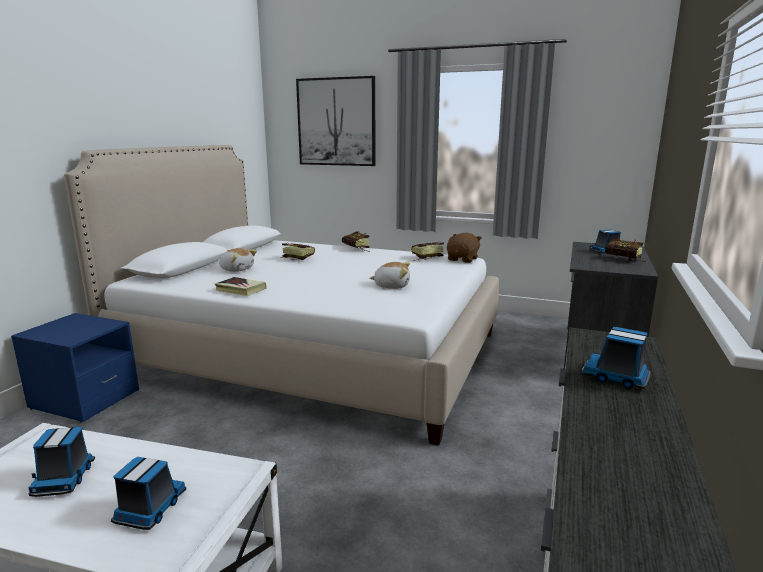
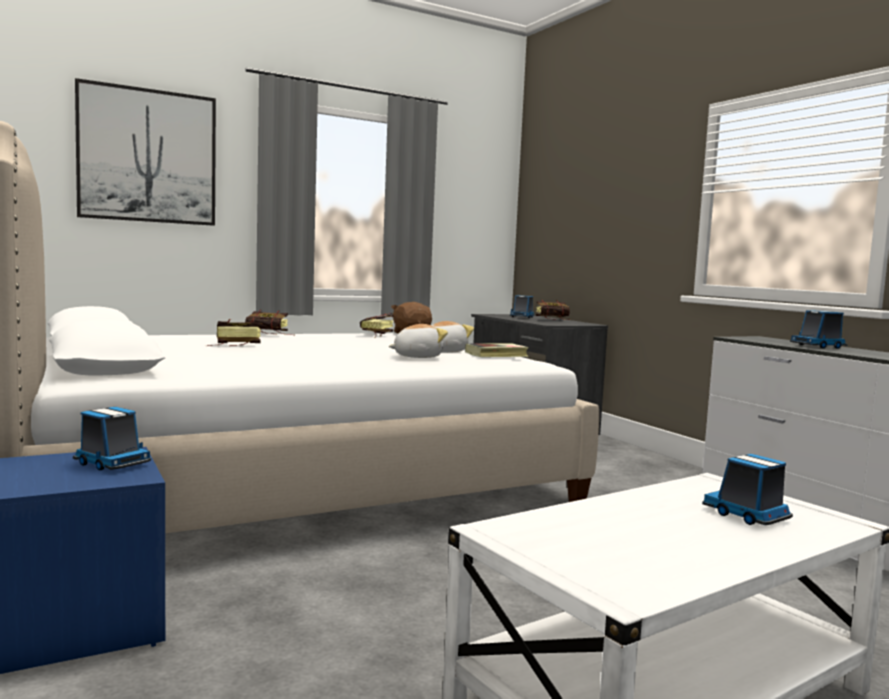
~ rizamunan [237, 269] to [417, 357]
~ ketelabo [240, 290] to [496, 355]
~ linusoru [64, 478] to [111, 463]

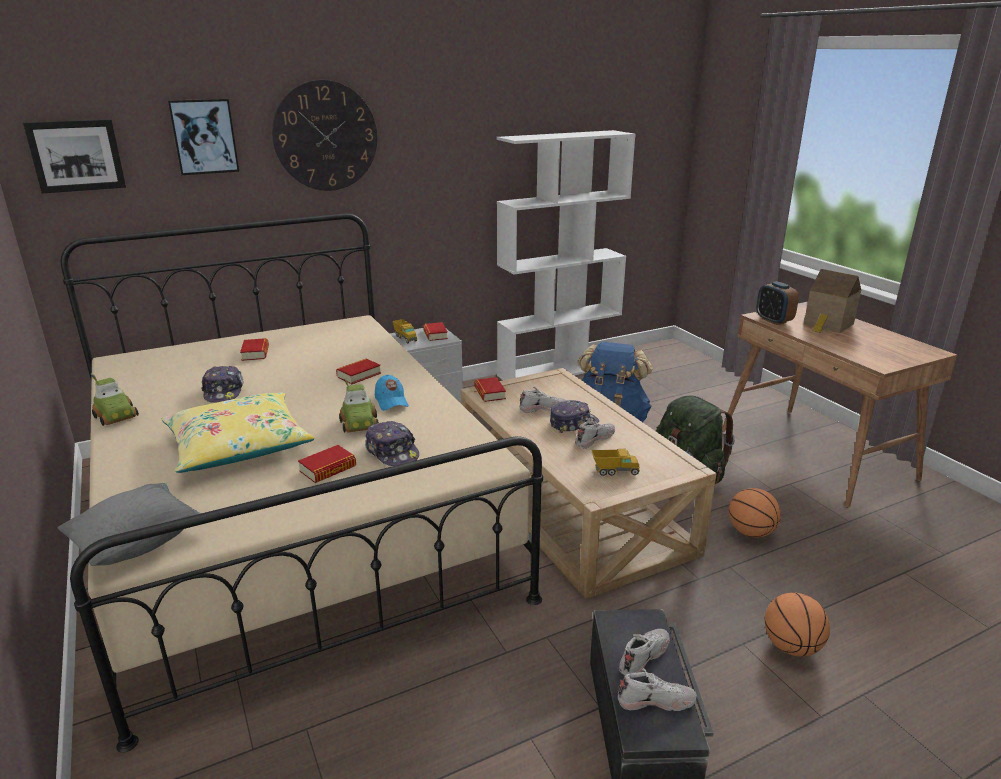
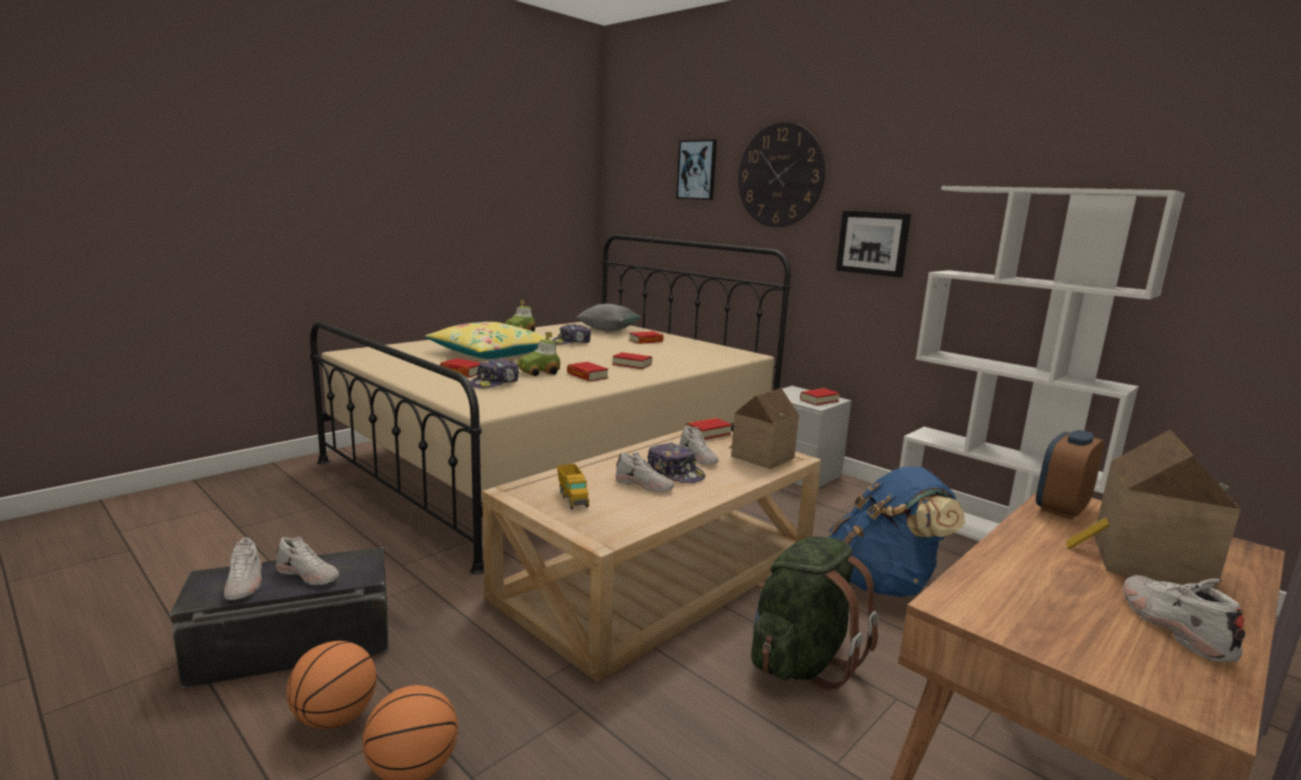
~ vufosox [76, 155] to [873, 243]
- linusoru [405, 338]
~ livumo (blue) [391, 401] to ketelabo [587, 376]
~ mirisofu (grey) [137, 544] to [608, 330]
~ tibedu [750, 532] to [335, 718]
+ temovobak [759, 456]
+ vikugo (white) [1172, 626]

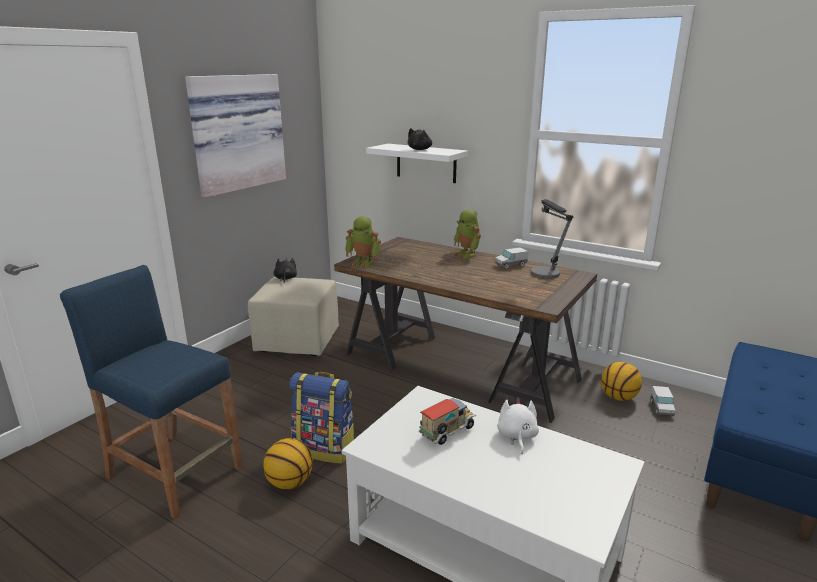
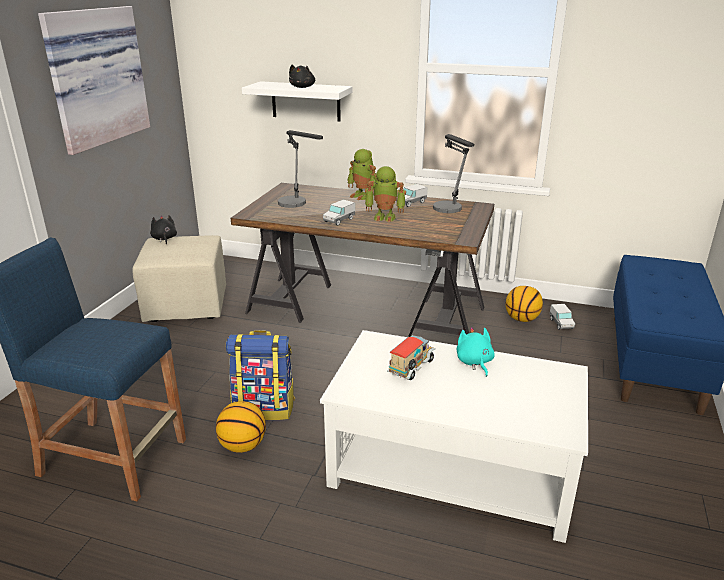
~ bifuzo [363, 263] to [385, 217]
~ rizamunan (white) [517, 436] to rizamunan (turquoise) [474, 362]
+ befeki [297, 205]
+ linusoru [339, 220]

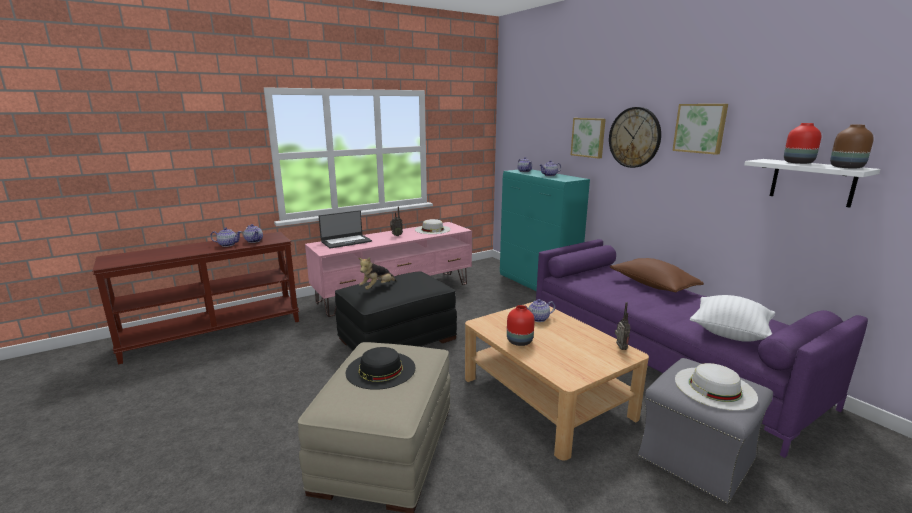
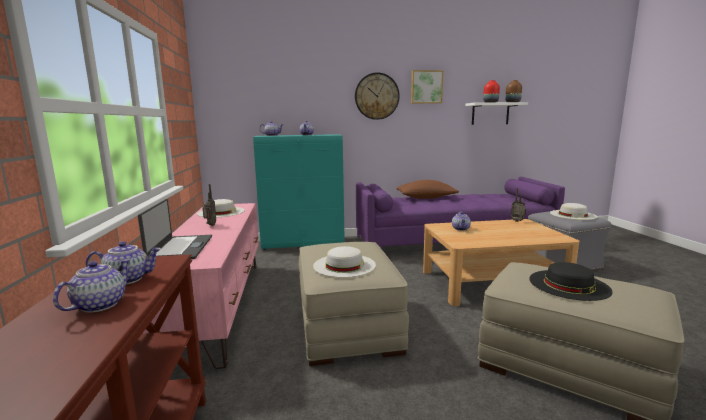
- vufosox [588, 137]
~ rizamunan [377, 288] to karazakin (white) [344, 265]
~ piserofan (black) [397, 338] to piserofan (beige) [347, 324]
- mirisofu (white) [729, 333]
- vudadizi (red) [519, 341]

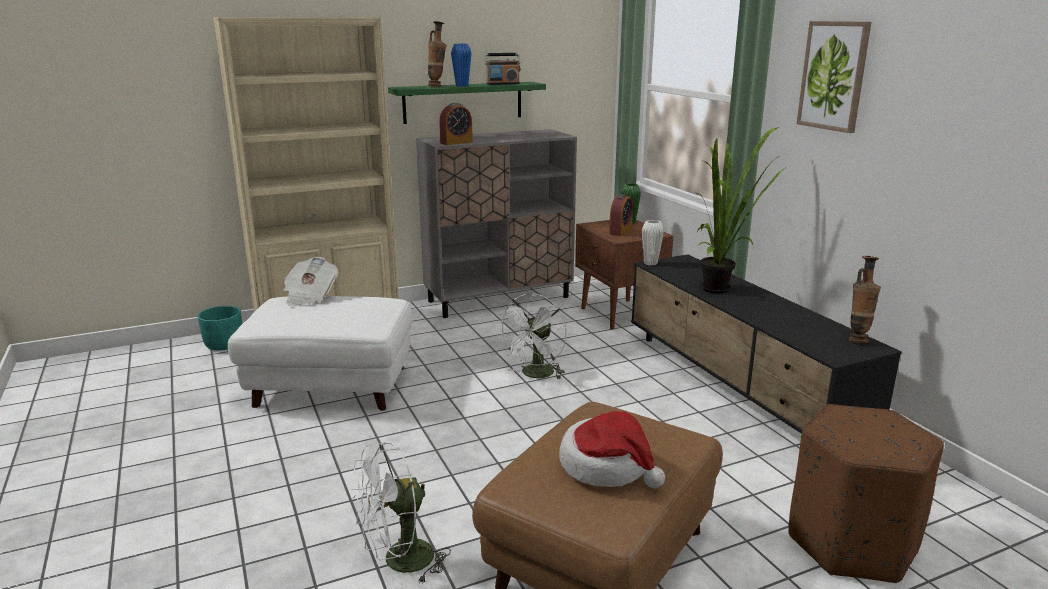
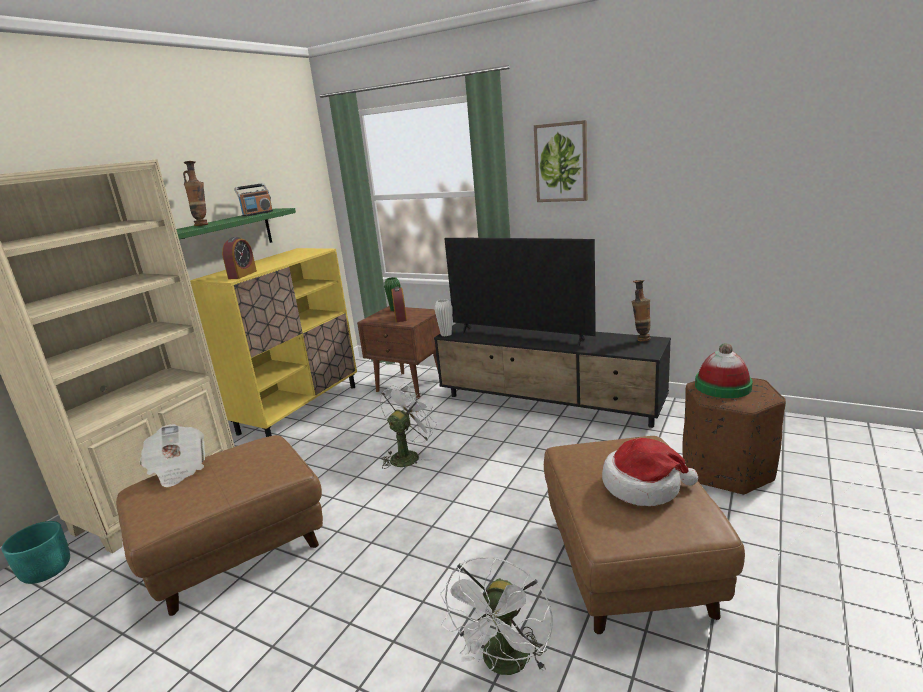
- vudadizi (blue) [462, 86]
~ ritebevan [722, 289] to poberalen [520, 336]
~ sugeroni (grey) [499, 299] to sugeroni (yellow) [300, 409]
~ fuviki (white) [535, 375] = [408, 456] 135 degrees counterclockwise
~ piserofan (white) [332, 386] to piserofan (brown) [236, 550]
+ karazakin [722, 386]

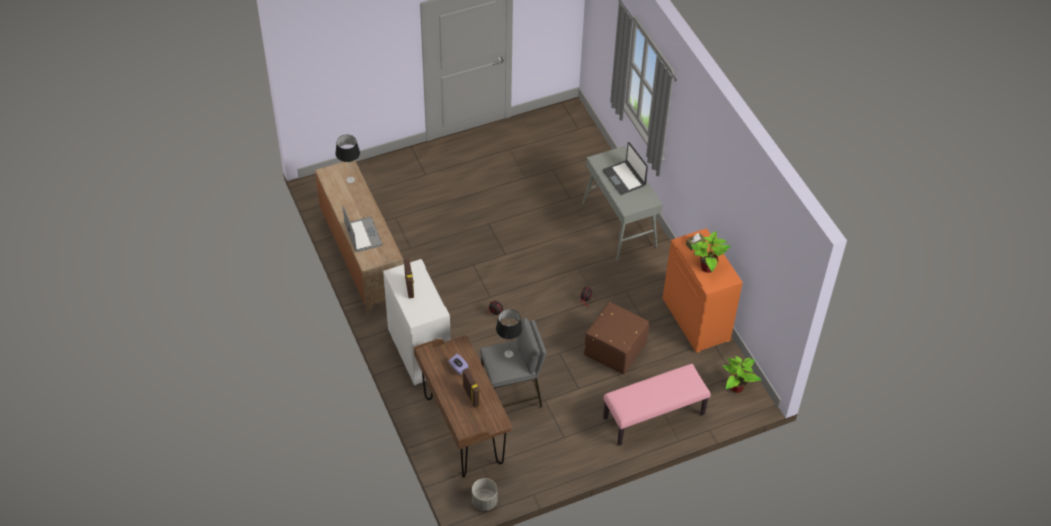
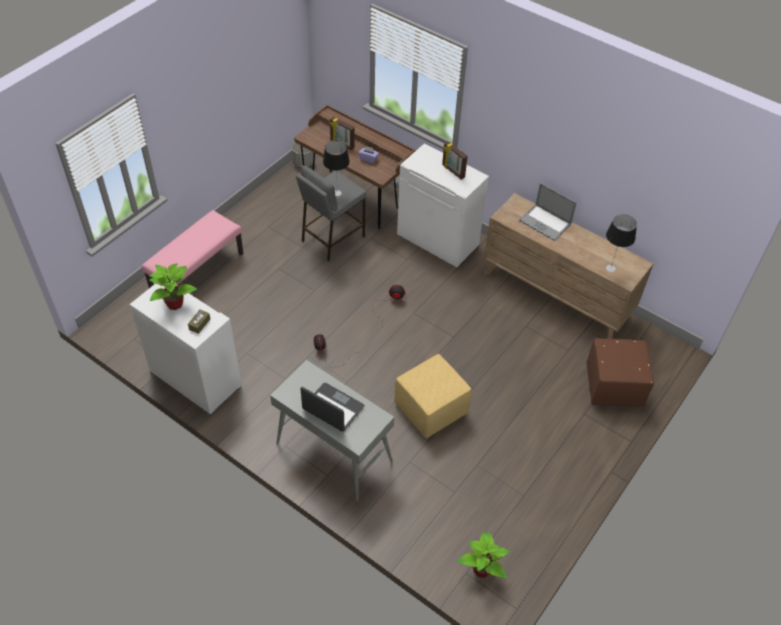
~ sugeroni (orange) [697, 320] to sugeroni (white) [194, 379]
~ piserofan (brown) [614, 350] to [614, 386]
~ ritebevan [736, 387] to [482, 569]
+ piserofan (yellow) [430, 408]

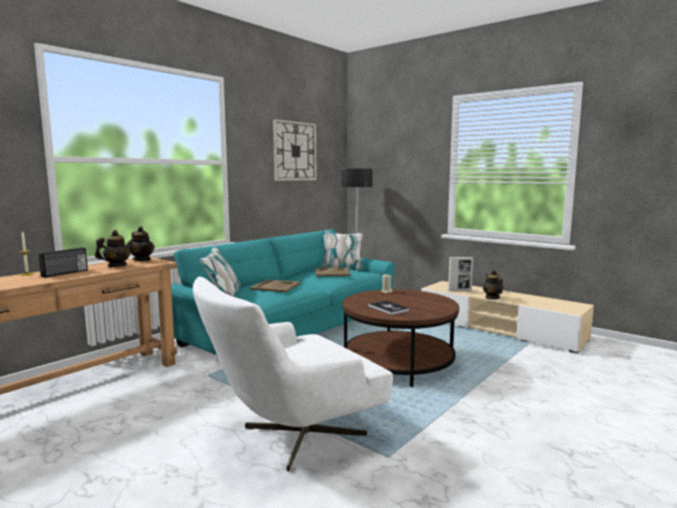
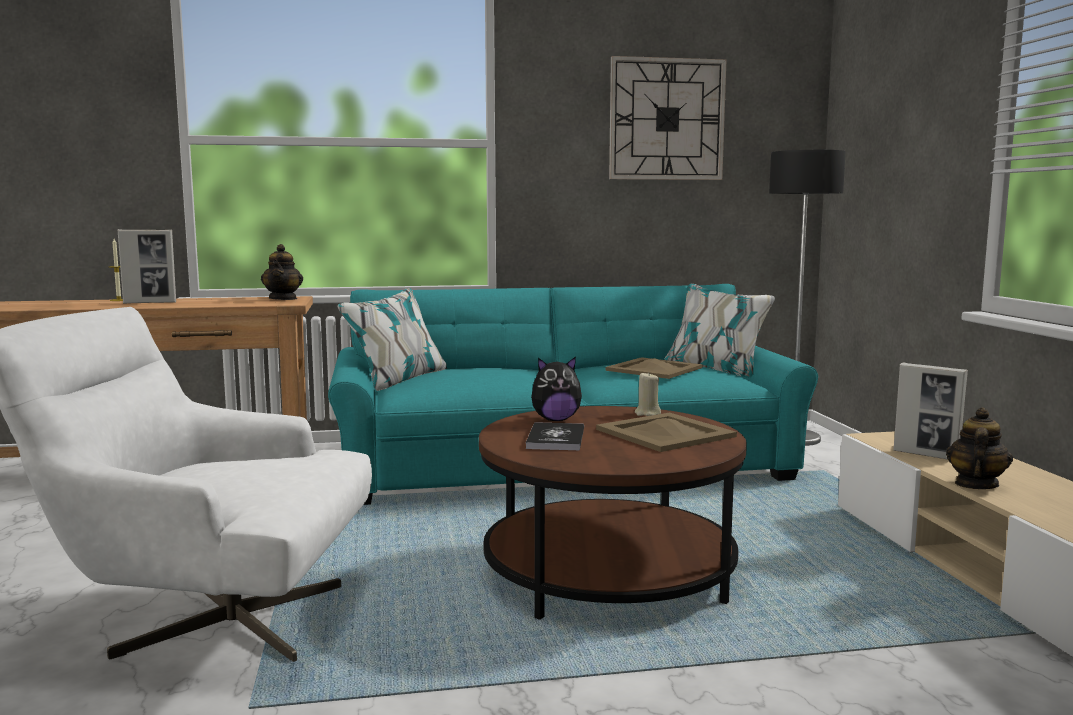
- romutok [117, 266]
~ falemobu [65, 273] to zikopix [150, 303]
~ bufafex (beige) [276, 286] to [666, 433]
+ rizamunan [555, 420]

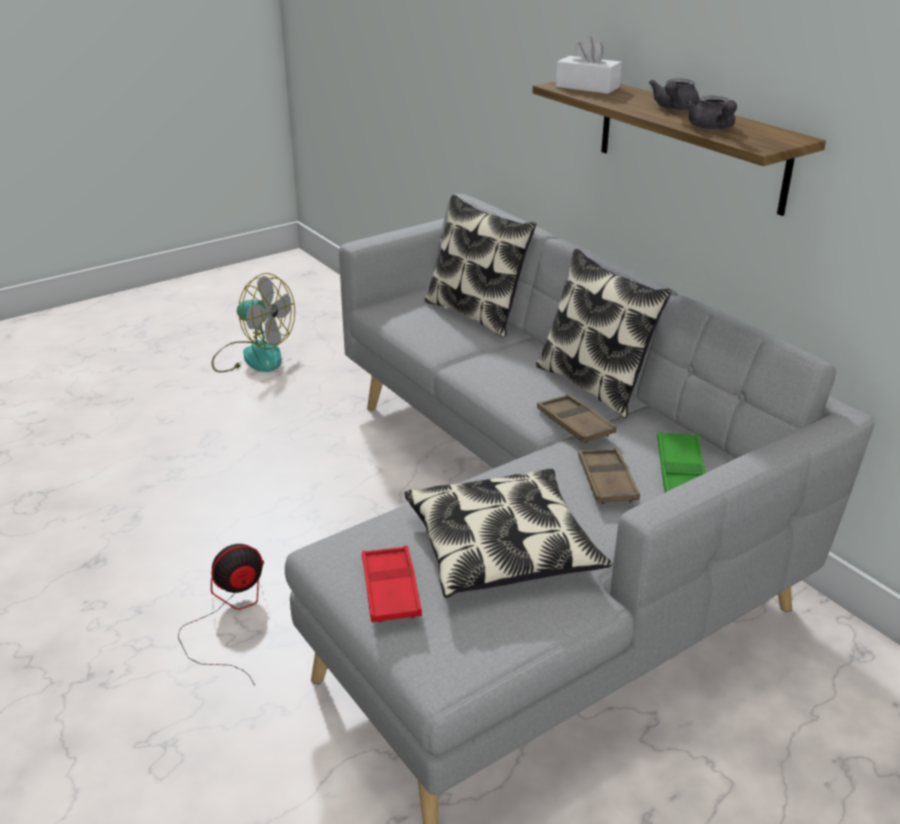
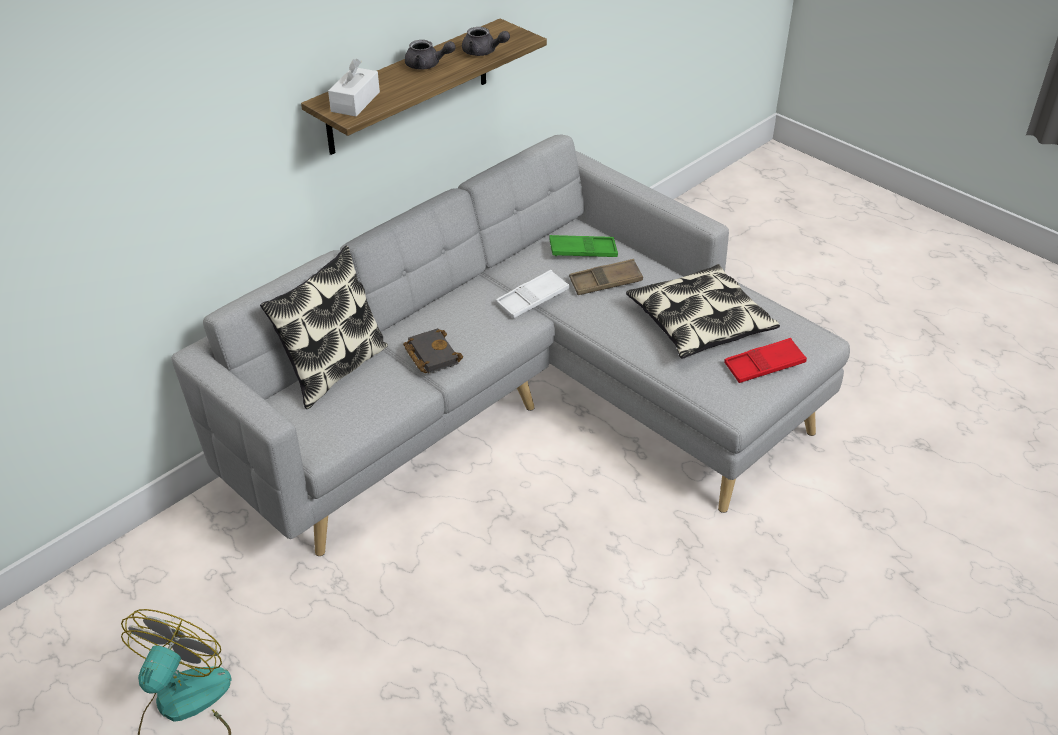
~ romutok (grey) [712, 128] = [483, 52] 45 degrees clockwise
- mirisofu [594, 385]
~ bufafex (brown) [575, 424] to bufafex (white) [532, 299]
- fuviki [230, 614]
+ ketelabo (black) [430, 354]

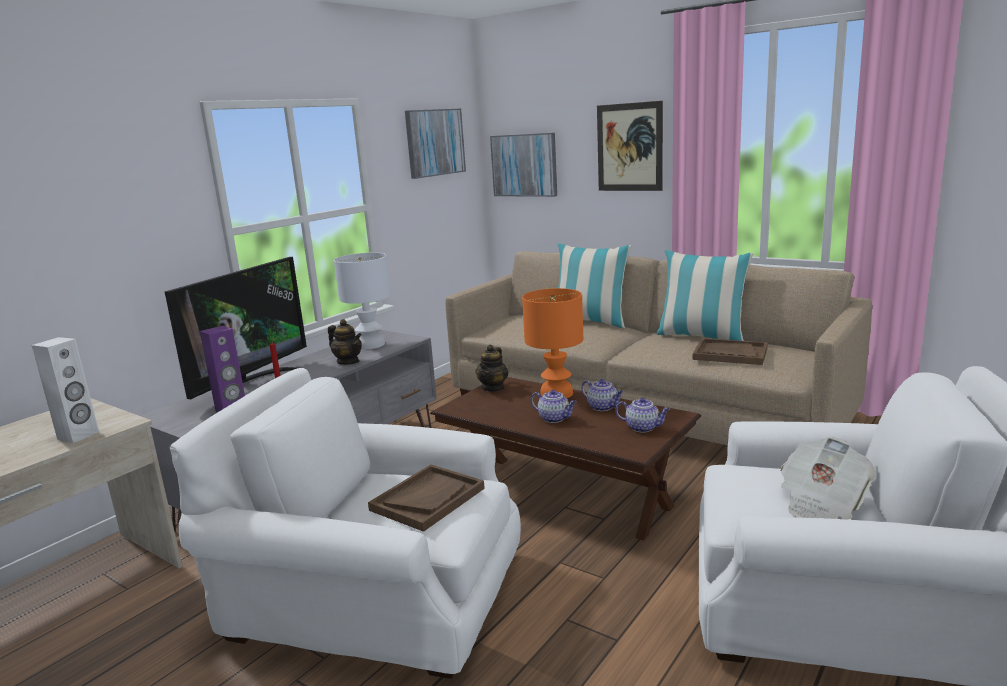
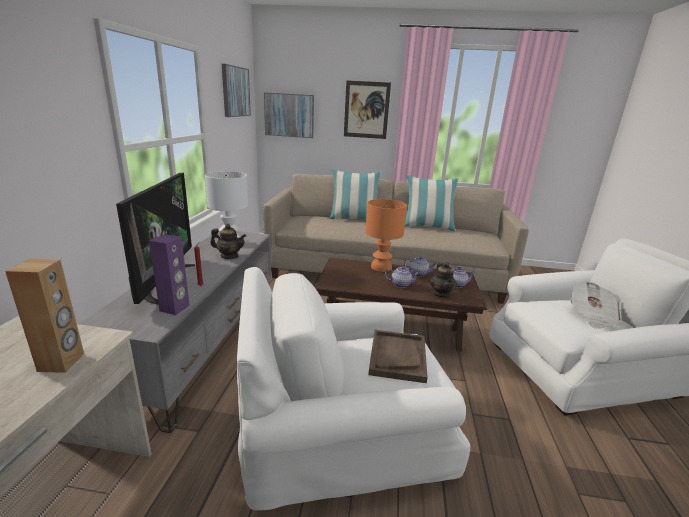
~ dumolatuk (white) [78, 435] to dumolatuk (brown) [62, 362]
- bufafex (brown) [730, 354]
~ romutok [493, 388] to [441, 294]

